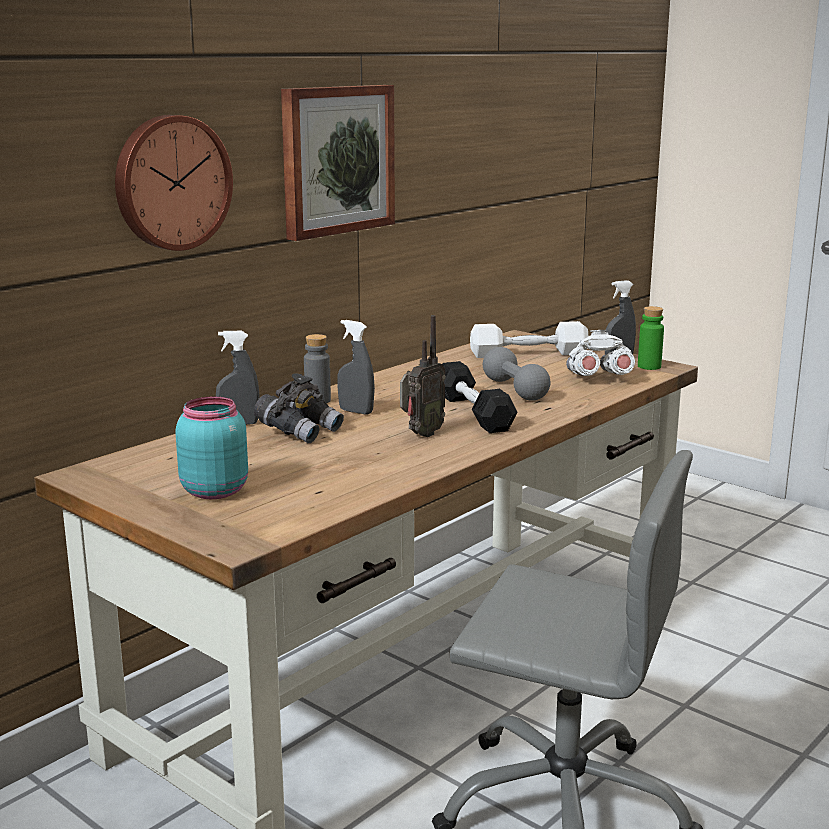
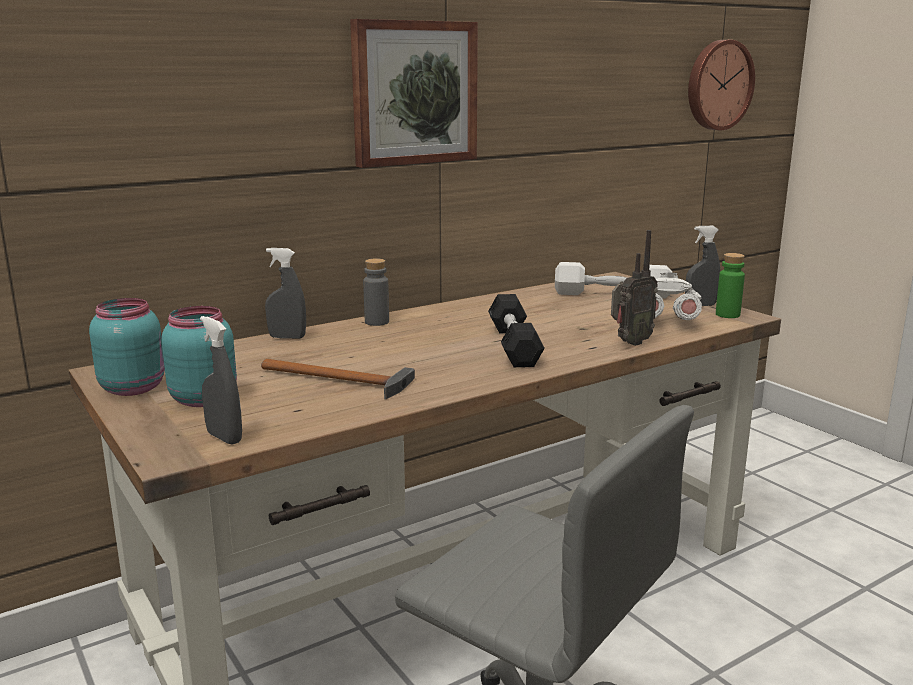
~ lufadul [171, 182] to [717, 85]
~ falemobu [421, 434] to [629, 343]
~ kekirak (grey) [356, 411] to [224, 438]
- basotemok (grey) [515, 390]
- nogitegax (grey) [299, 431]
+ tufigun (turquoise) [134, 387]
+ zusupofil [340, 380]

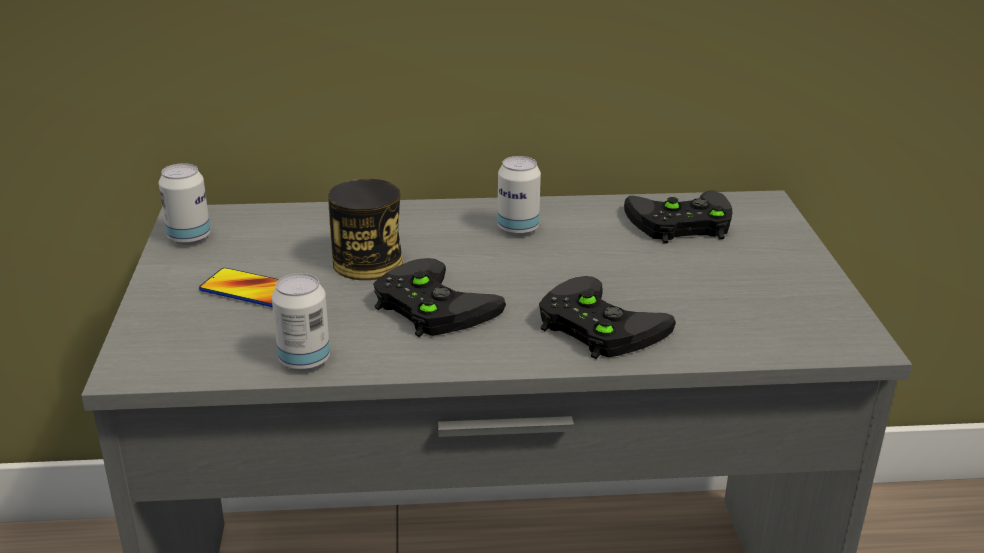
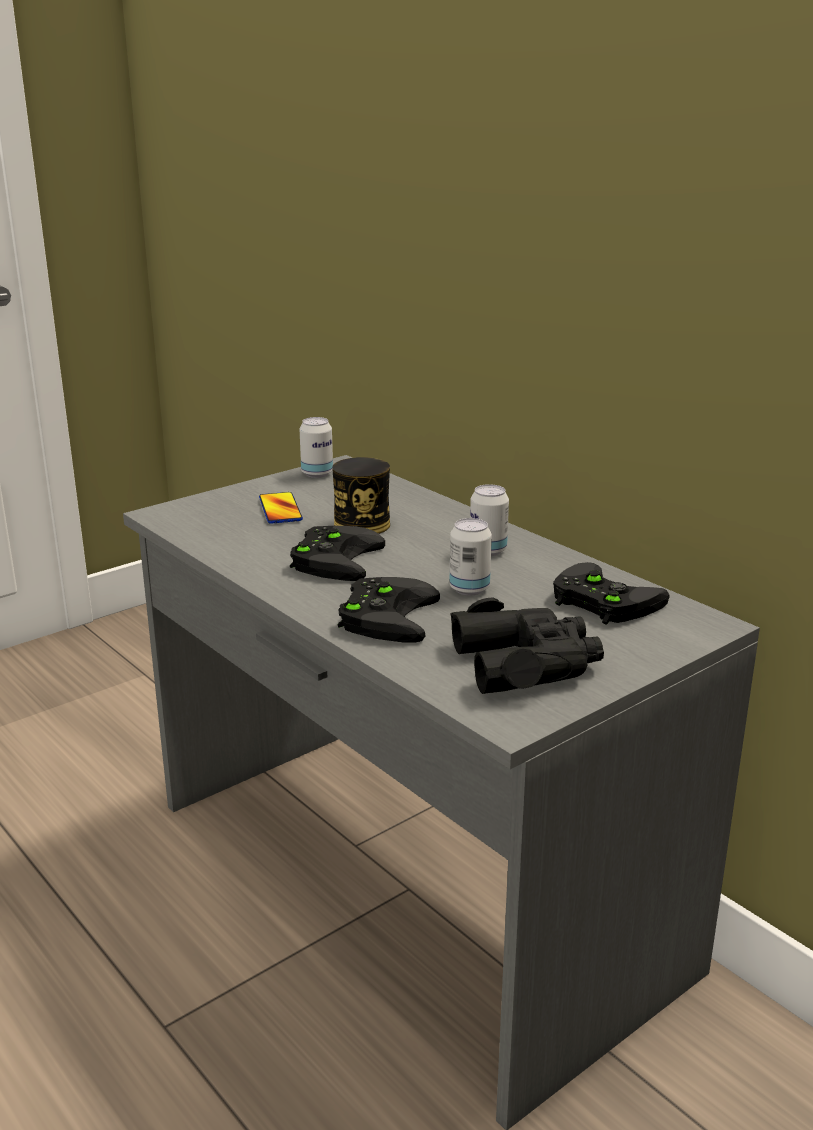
~ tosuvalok [304, 360] to [469, 589]
+ nogitegax (black) [526, 663]

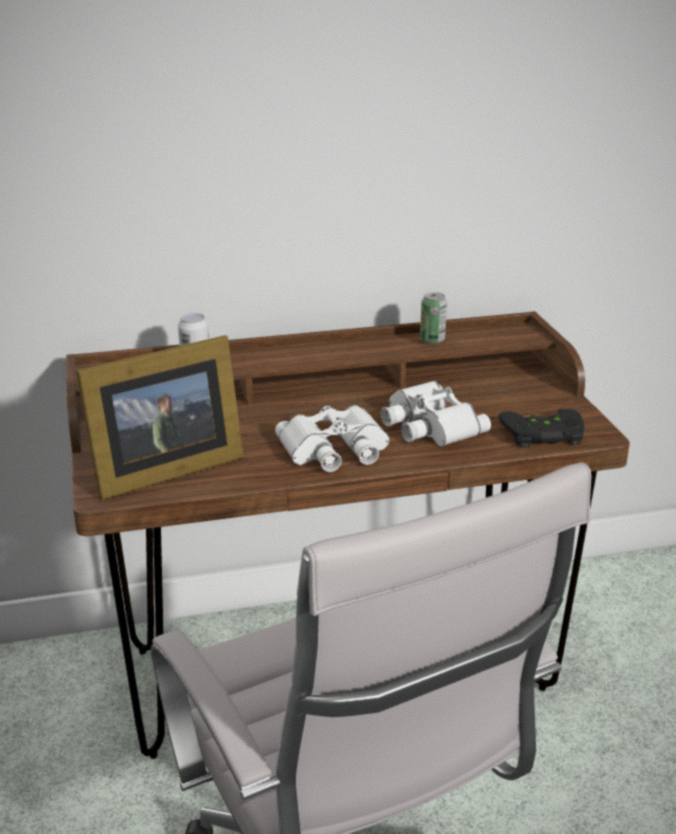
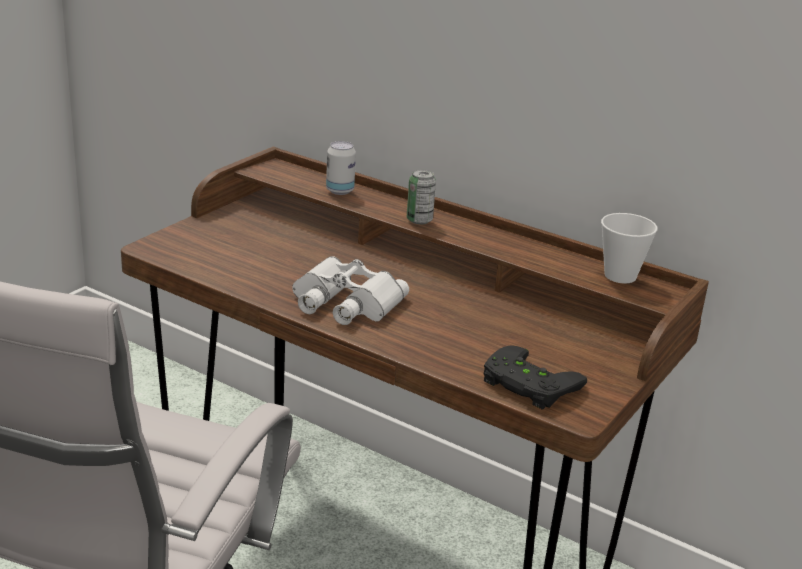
~ tosuvalok [432, 340] to [419, 220]
- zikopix [160, 470]
- nogitegax (white) [428, 424]
+ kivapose [620, 276]

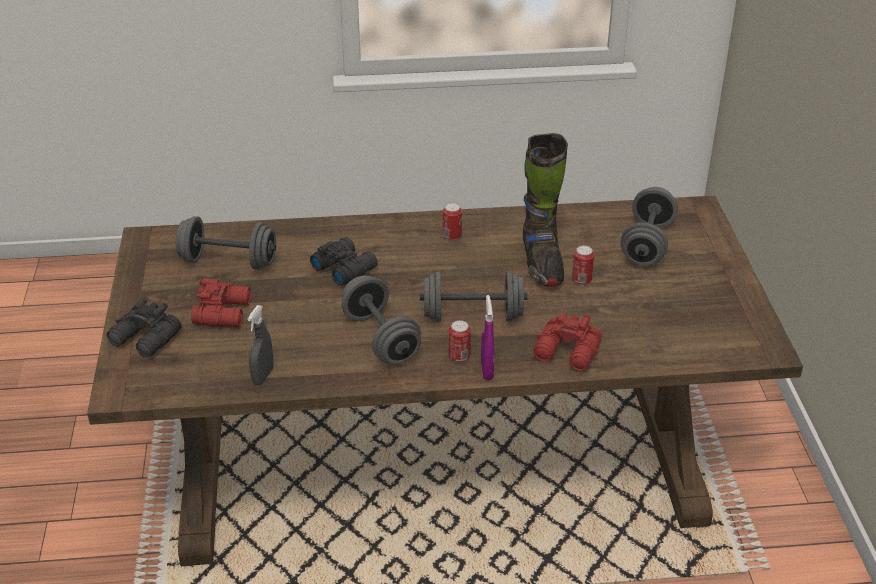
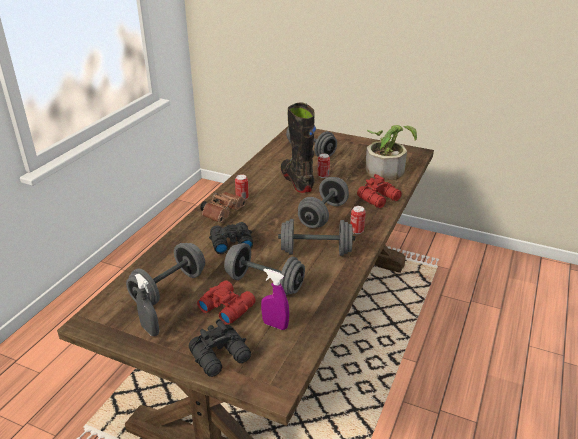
~ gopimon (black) [541, 263] = [297, 181] 135 degrees counterclockwise
~ kekirak (purple) [487, 370] to [275, 325]
~ kekirak (grey) [263, 376] to [150, 330]
+ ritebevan [387, 169]
+ nogitegax (brown) [223, 213]
+ basotemok (grey) [264, 283]

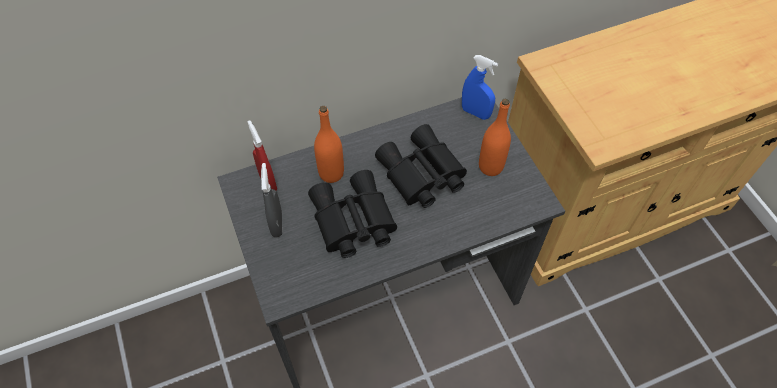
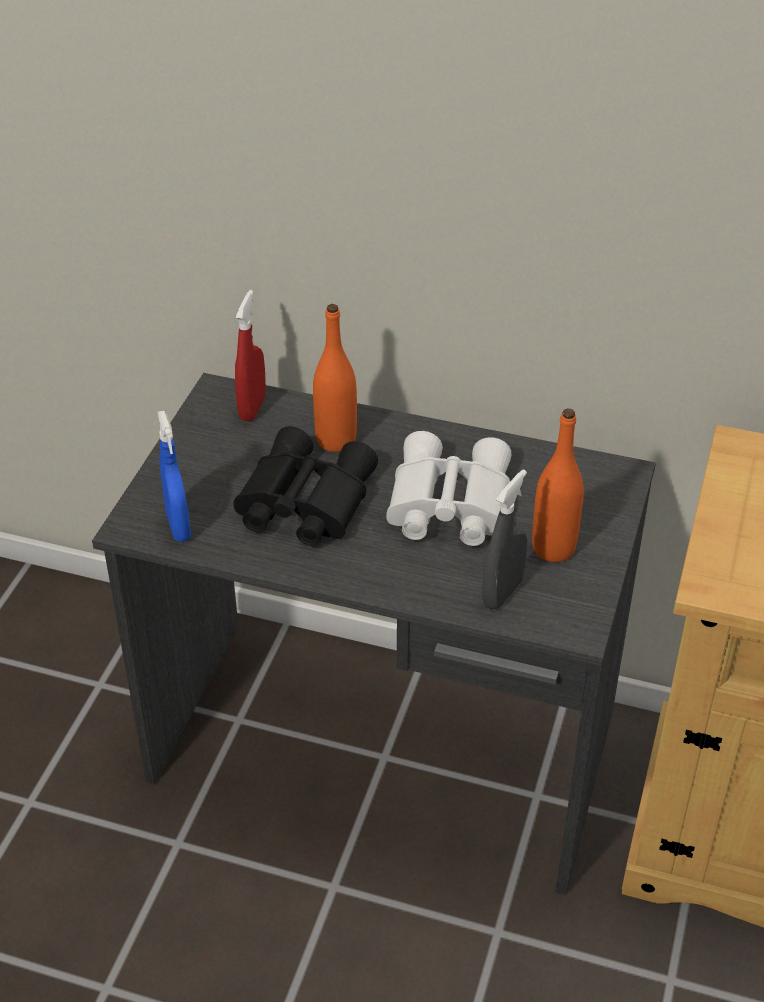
~ kekirak (blue) [475, 113] to [178, 526]
~ nogitegax (black) [421, 175] to nogitegax (white) [446, 505]
~ kekirak (grey) [277, 224] to [502, 593]

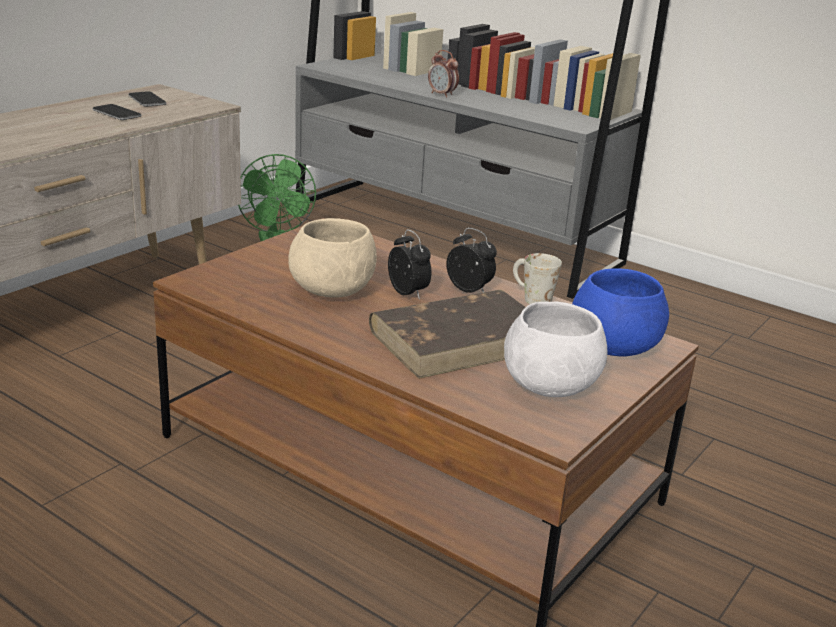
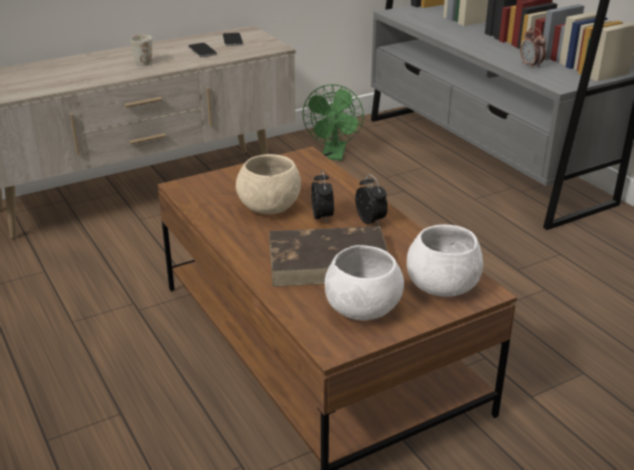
~ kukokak [442, 95] to [531, 66]
~ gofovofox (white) [530, 297] to [143, 61]
~ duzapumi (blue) [615, 348] to duzapumi (white) [442, 288]

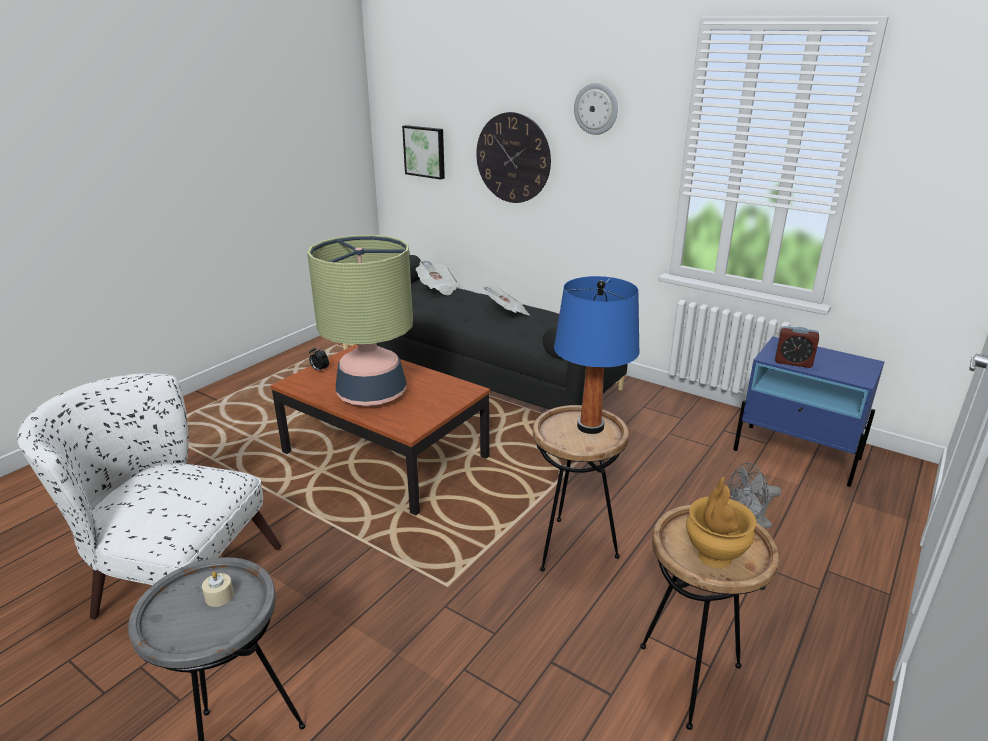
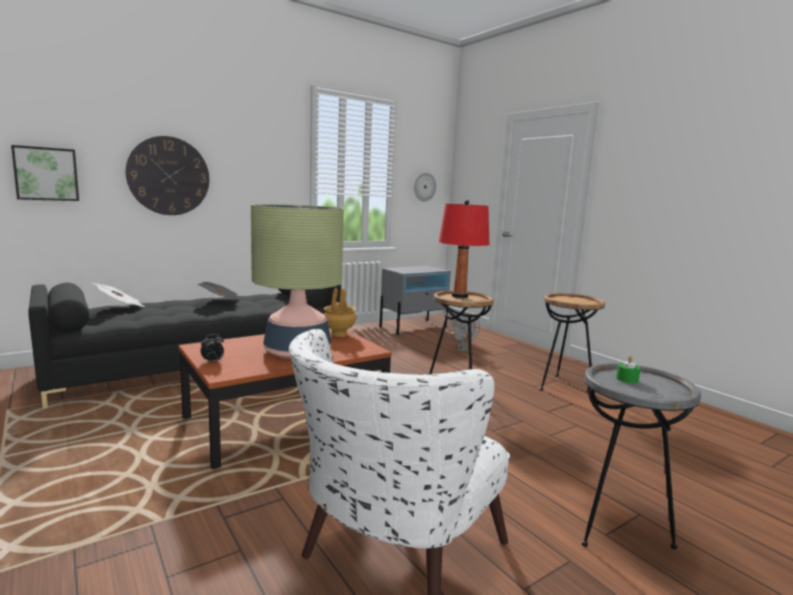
~ lufadul [596, 109] to [424, 187]
~ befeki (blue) [590, 426] to befeki (red) [459, 296]
- kukokak [793, 362]
~ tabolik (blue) [797, 454] to tabolik (grey) [413, 327]
~ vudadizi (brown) [714, 556] to [338, 334]
~ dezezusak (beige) [219, 596] to dezezusak (green) [627, 379]

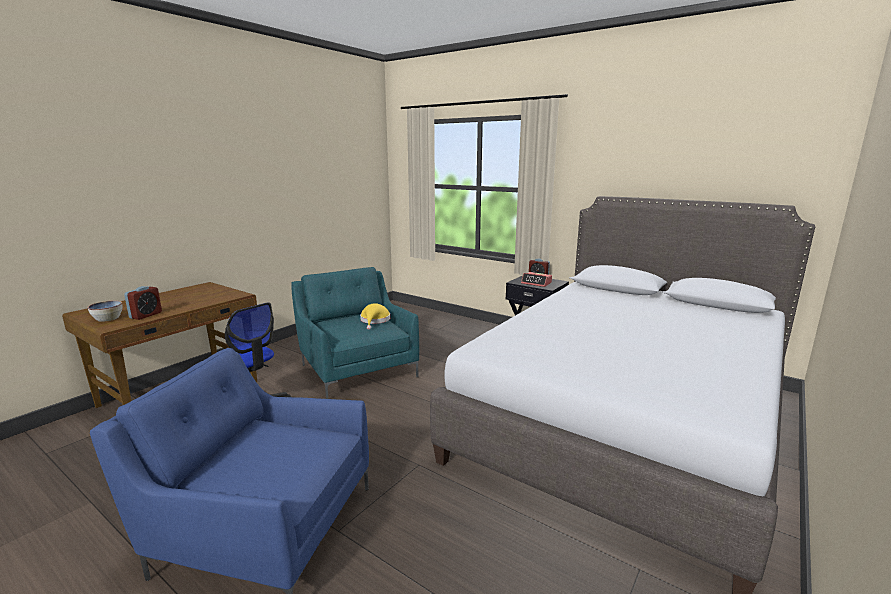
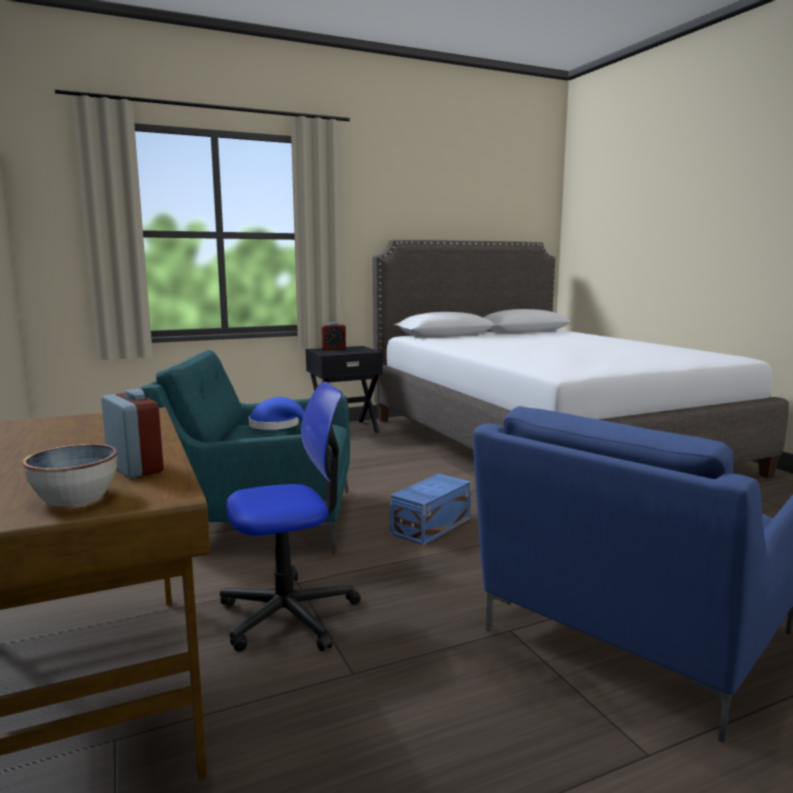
- kukokak [536, 283]
~ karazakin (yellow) [375, 321] to karazakin (blue) [278, 426]
+ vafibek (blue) [429, 526]

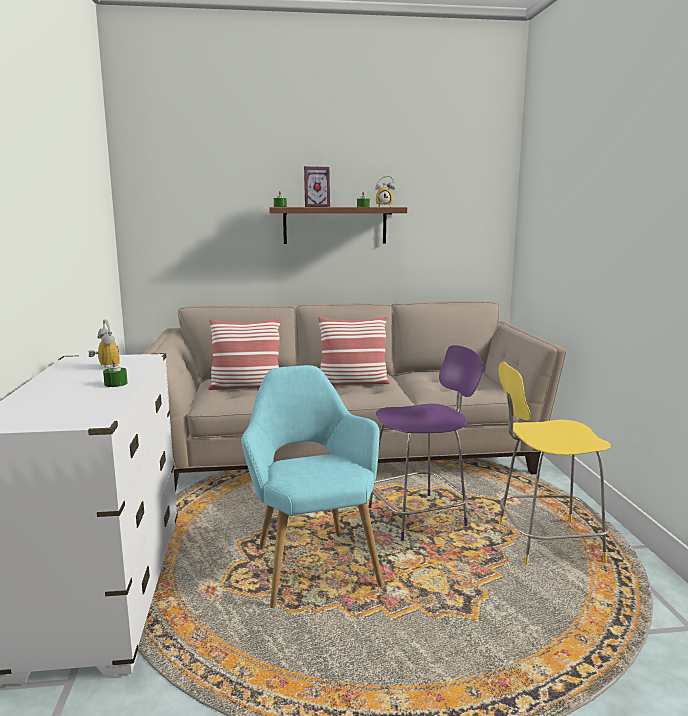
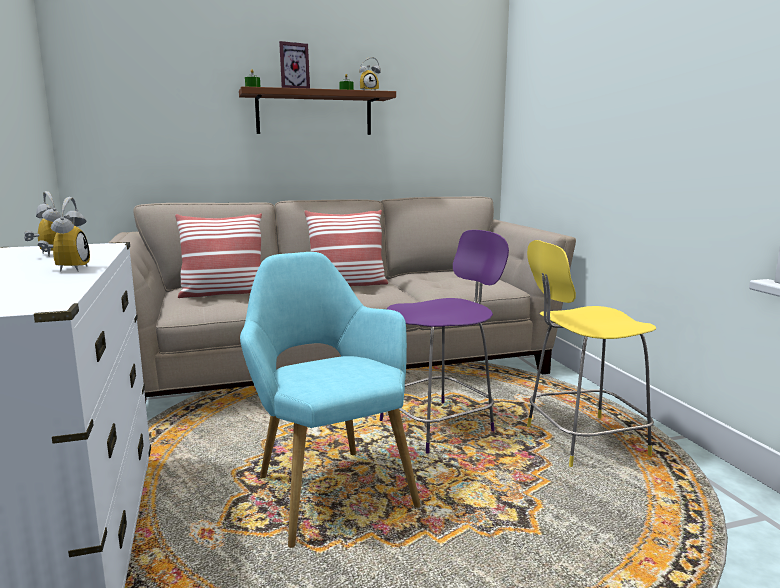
~ dezezusak (green) [116, 384] to kukokak [67, 269]

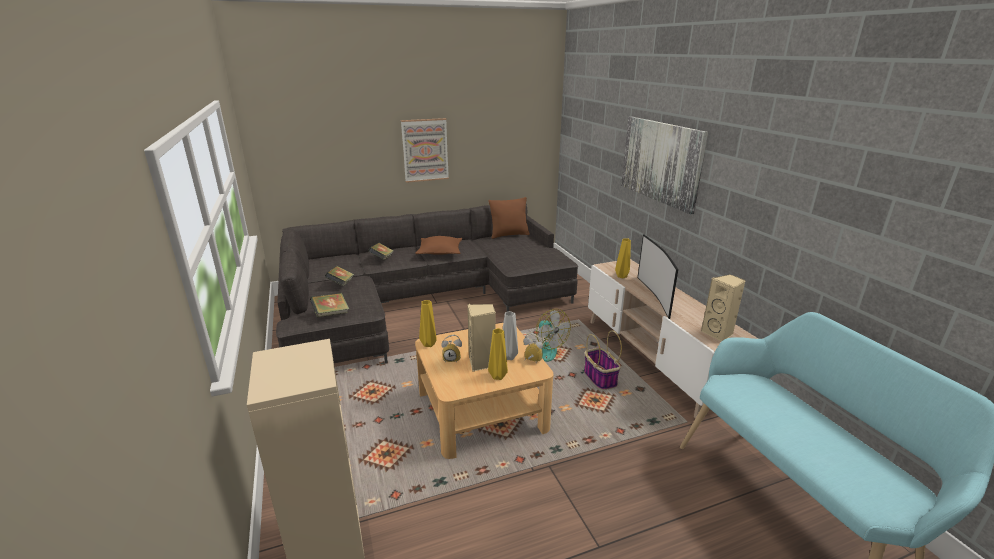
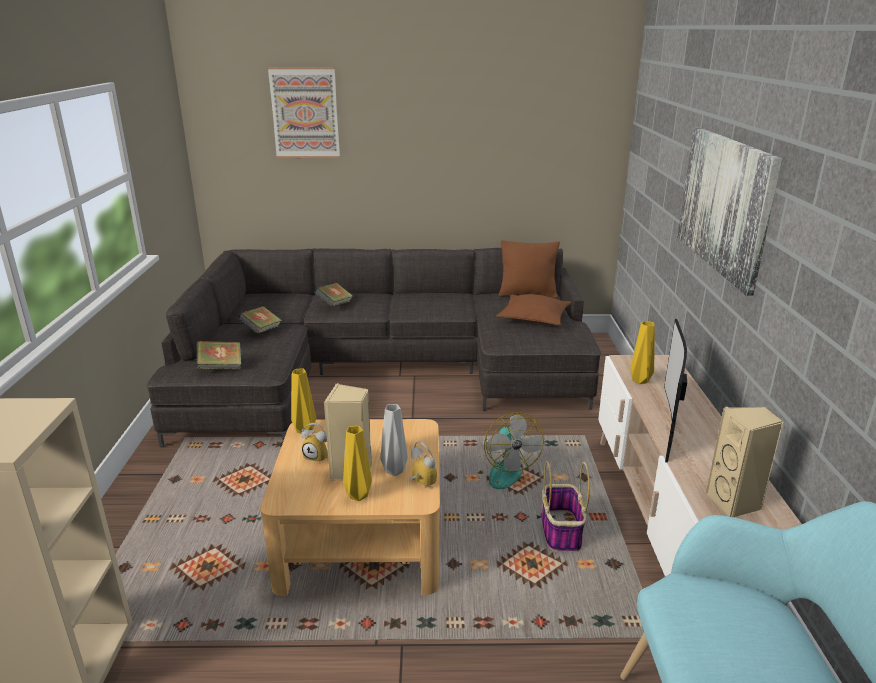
~ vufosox [425, 150] to [305, 113]
~ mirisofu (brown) [440, 252] to [534, 318]

